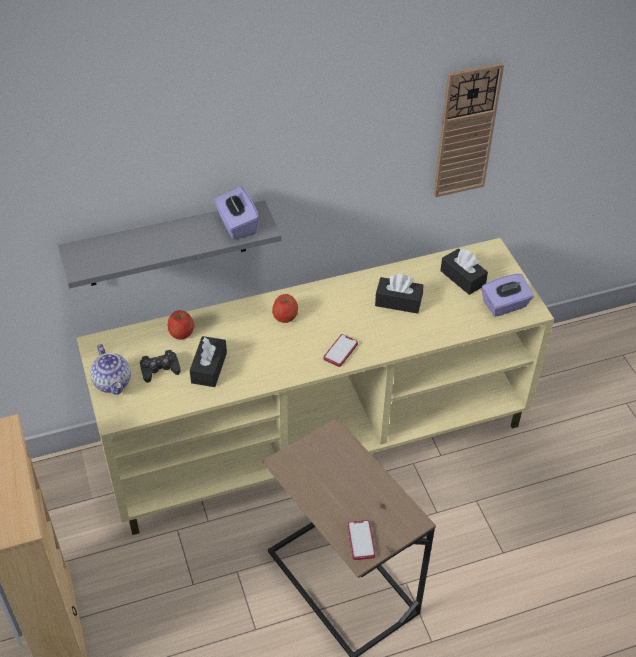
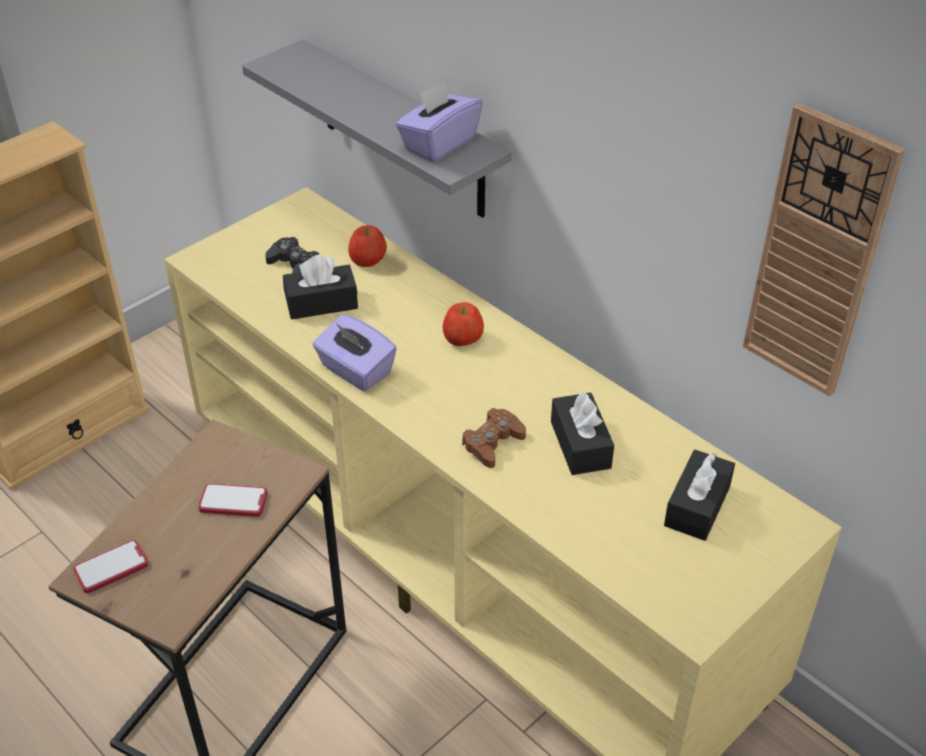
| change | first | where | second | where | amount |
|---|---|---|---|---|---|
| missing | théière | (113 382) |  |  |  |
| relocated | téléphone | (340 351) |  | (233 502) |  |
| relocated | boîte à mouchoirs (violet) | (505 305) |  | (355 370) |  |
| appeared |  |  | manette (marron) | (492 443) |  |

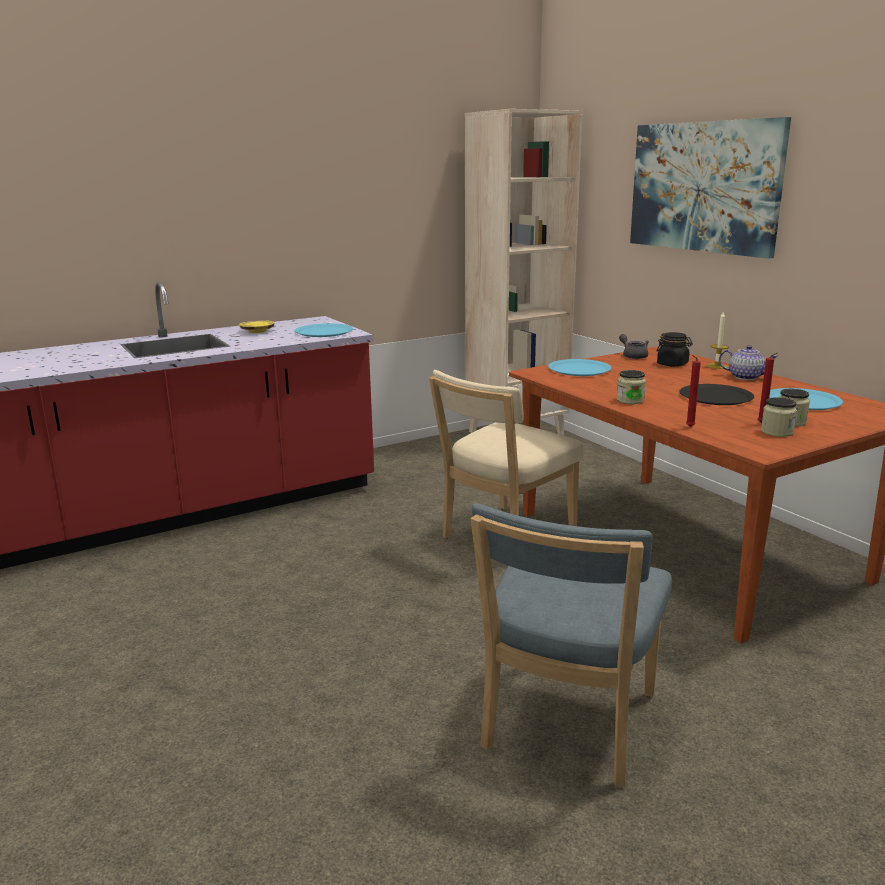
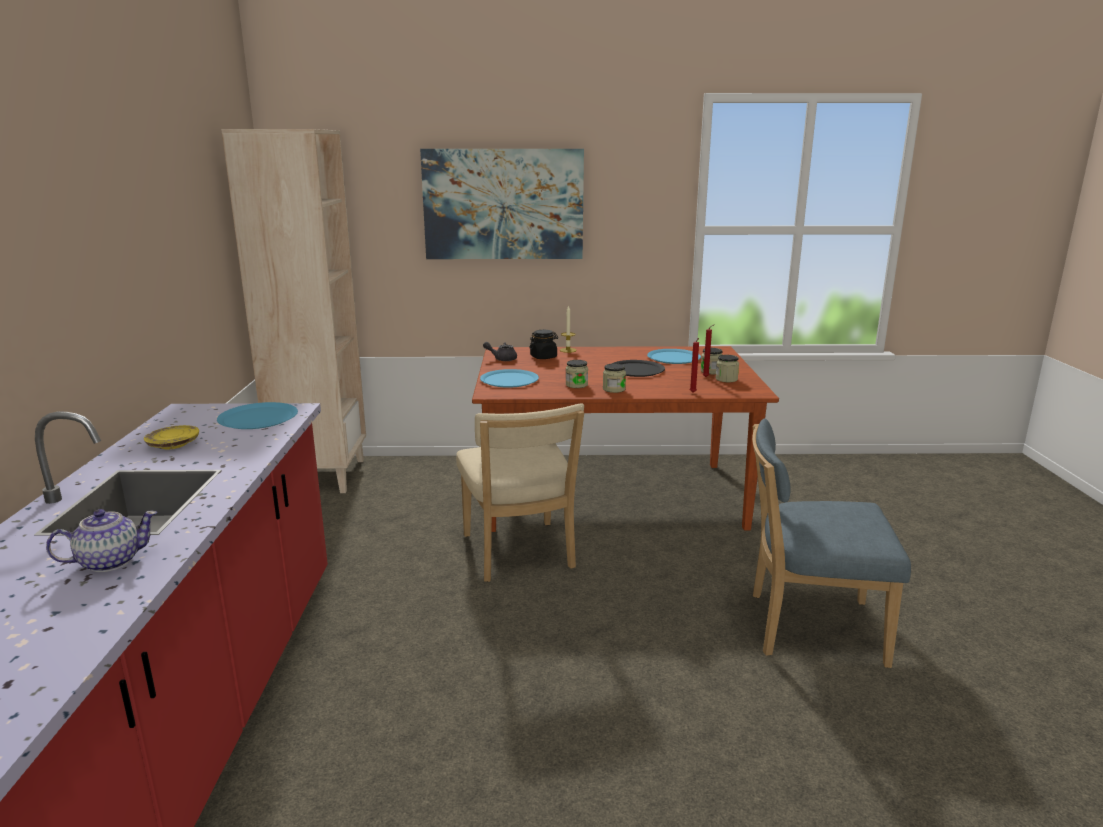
| change | first | where | second | where | amount |
|---|---|---|---|---|---|
| spun | chaise (bleu) | (566 727) |  | (808 627) | 135 degrees clockwise |
| relocated | théière | (745 377) |  | (109 562) |  |
| appeared |  |  | bocal | (576 385) |  |

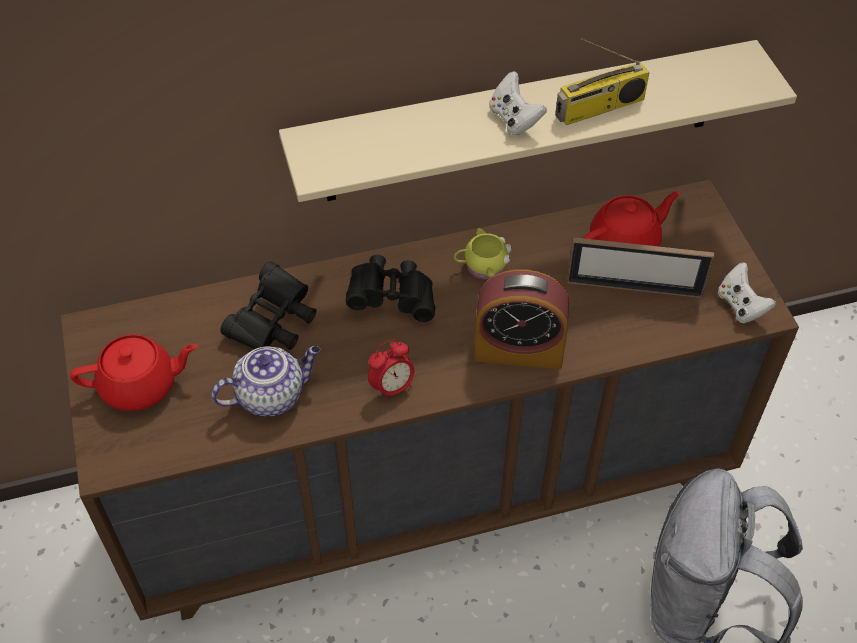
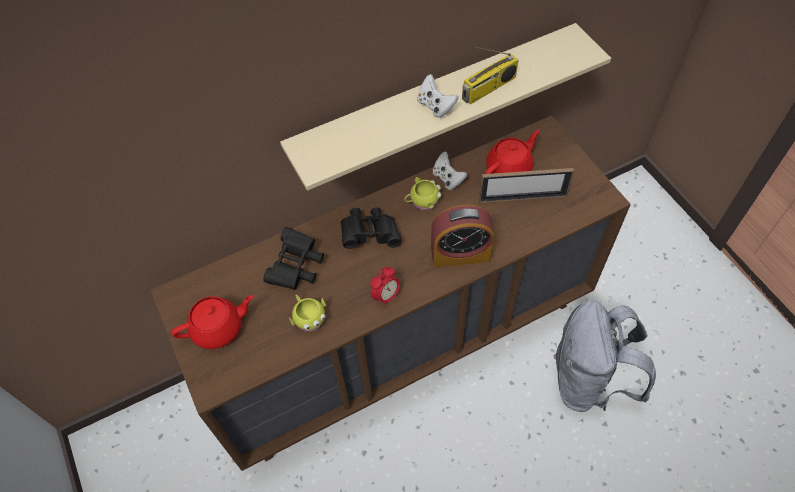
| change | first | where | second | where | amount |
|---|---|---|---|---|---|
| exchanged | théière | (272 395) | mug (jaune) | (308 317) |  |
| relocated | manette (blanc) | (740 305) |  | (448 178) |  |

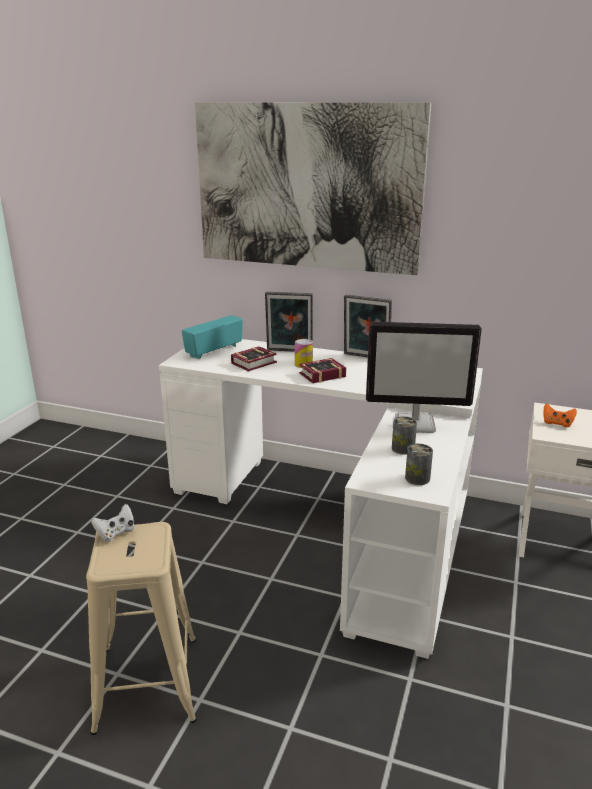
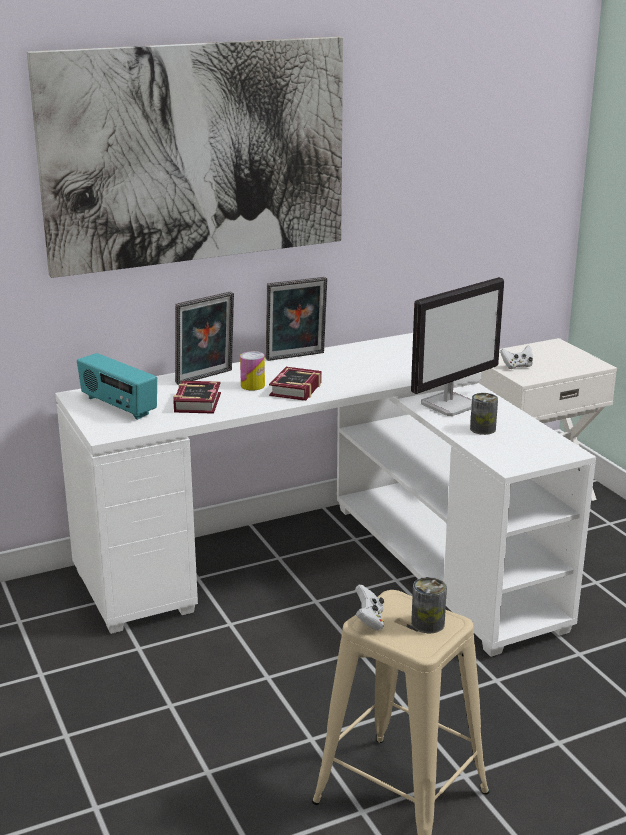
| change | first | where | second | where | amount |
|---|---|---|---|---|---|
| spun | radio | (213 350) |  | (118 406) | 45 degrees counterclockwise |
| relocated | boîte métallique | (417 478) |  | (428 623) |  |
| colour | manette (orange) | (557 423) | manette (blanc) | (517 366) |  |

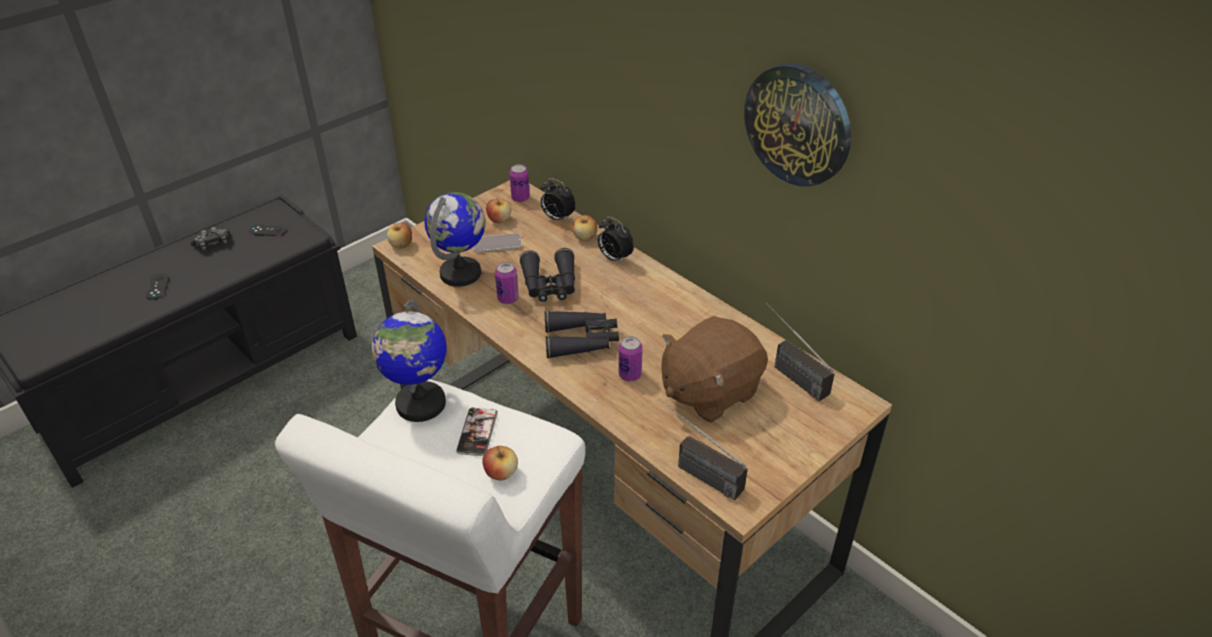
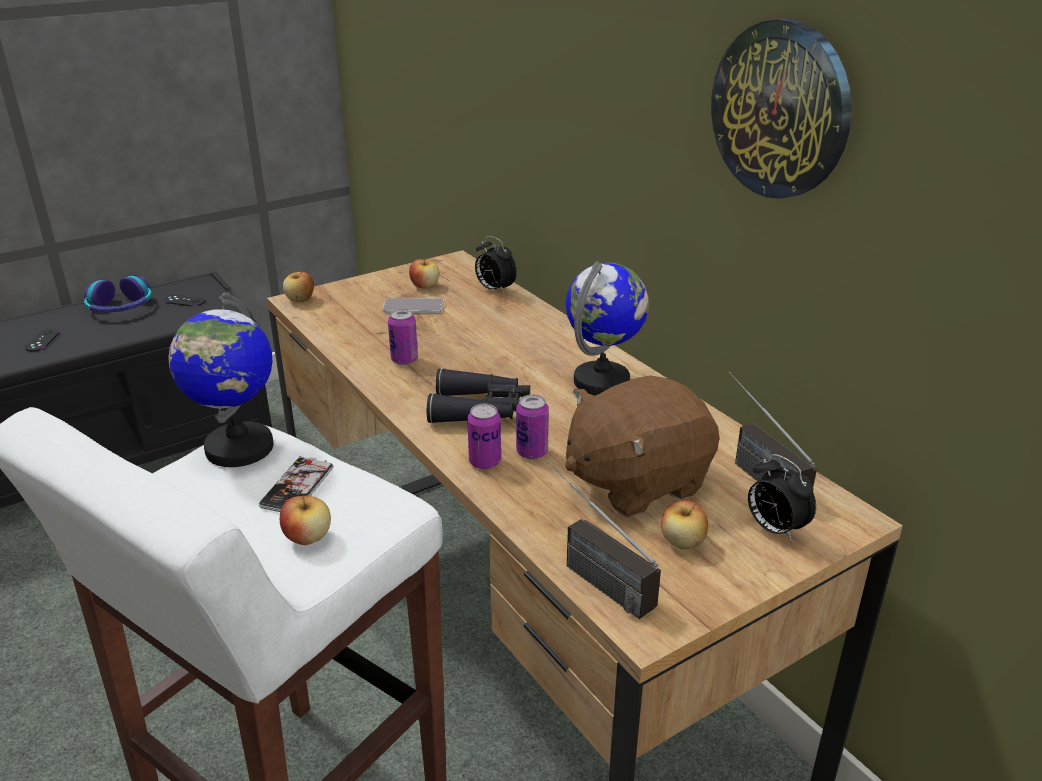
| change | first | where | second | where | amount |
|---|---|---|---|---|---|
| exchanged | manette | (213 244) | casque audio | (120 308) |  |
| relocated | globe | (461 273) |  | (602 381) |  |
| relocated | boîte métallique | (520 198) |  | (485 462) |  |
| missing | jumelles (noir) | (550 285) |  |  |  |
| relocated | pomme | (585 237) |  | (683 542) |  |
| relocated | réveil | (614 258) |  | (774 529) |  |

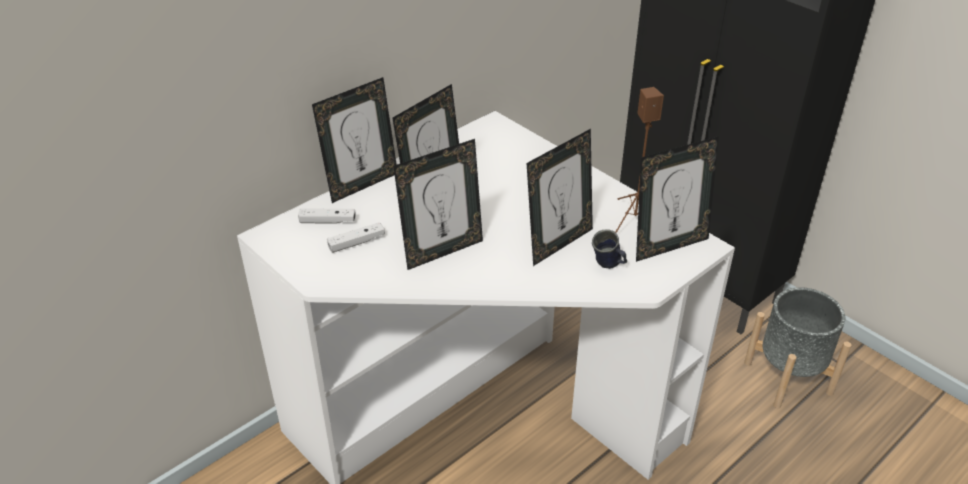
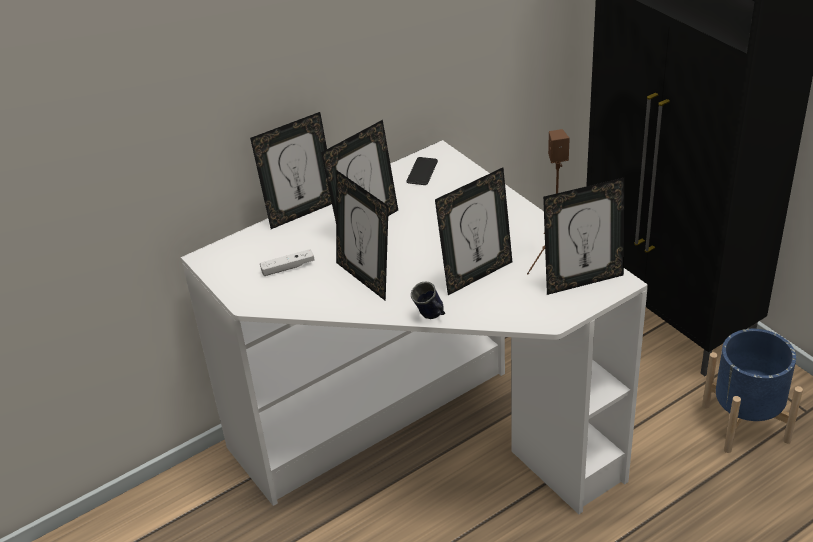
| change | first | where | second | where | amount |
|---|---|---|---|---|---|
| missing | manette (blanc) | (327 221) |  |  |  |
| spun | cadre photo | (442 251) |  | (365 278) | 75 degrees clockwise |
| relocated | mug (bleu) | (609 266) |  | (431 316) |  |
| colour | cache-pot (gris) | (787 377) | cache-pot (bleu) | (745 422) |  |
| appeared |  |  | téléphone | (422 172) |  |

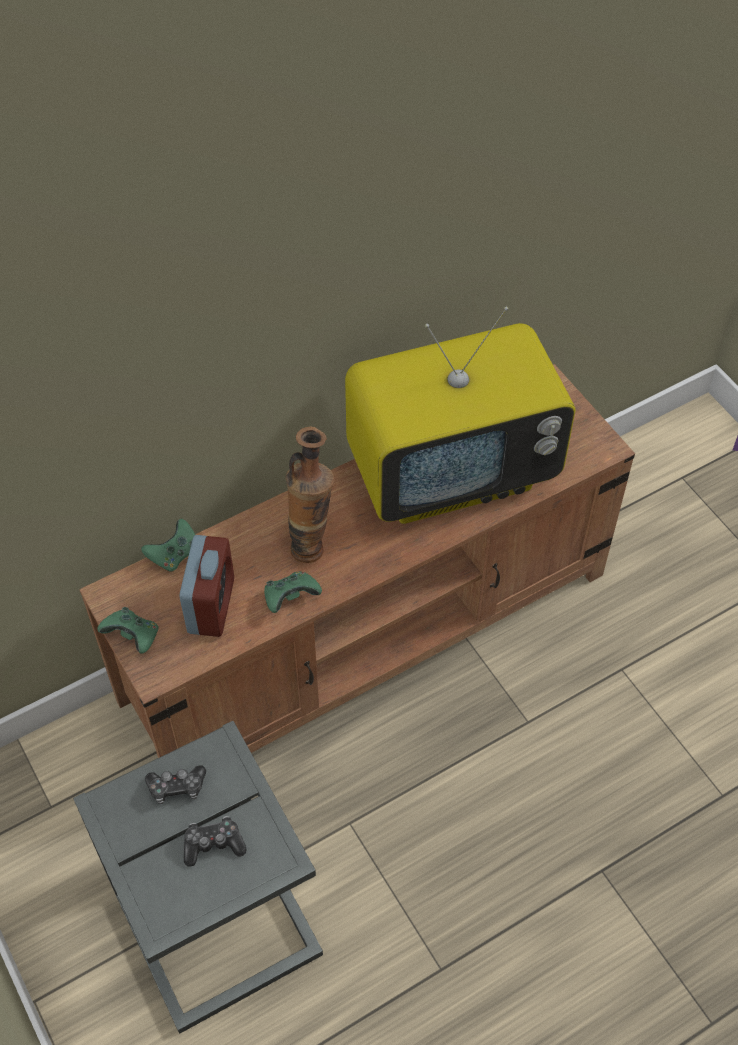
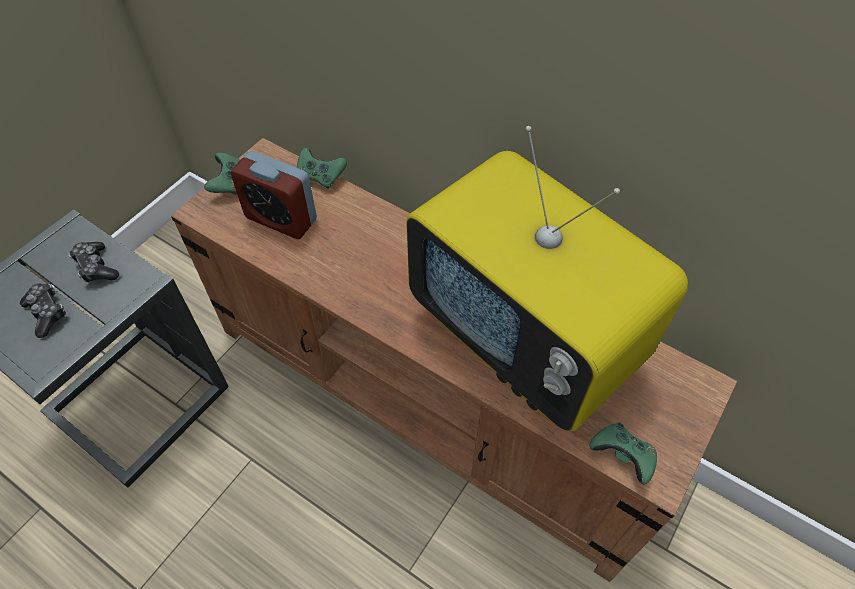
| change | first | where | second | where | amount |
|---|---|---|---|---|---|
| spun | réveil | (211 605) |  | (281 219) | 45 degrees clockwise |
| relocated | manette (vert) | (291 598) |  | (622 457) |  |
| missing | vase | (311 543) |  |  |  |

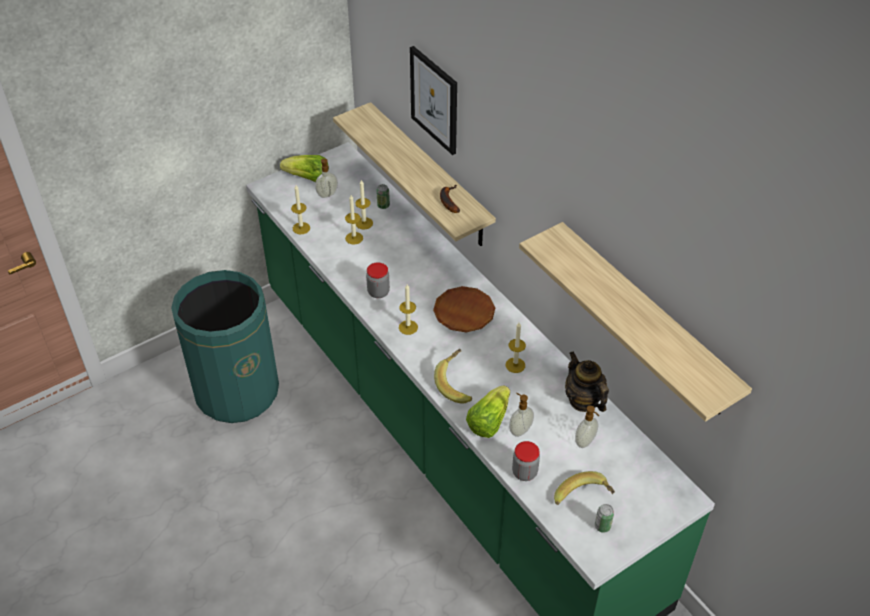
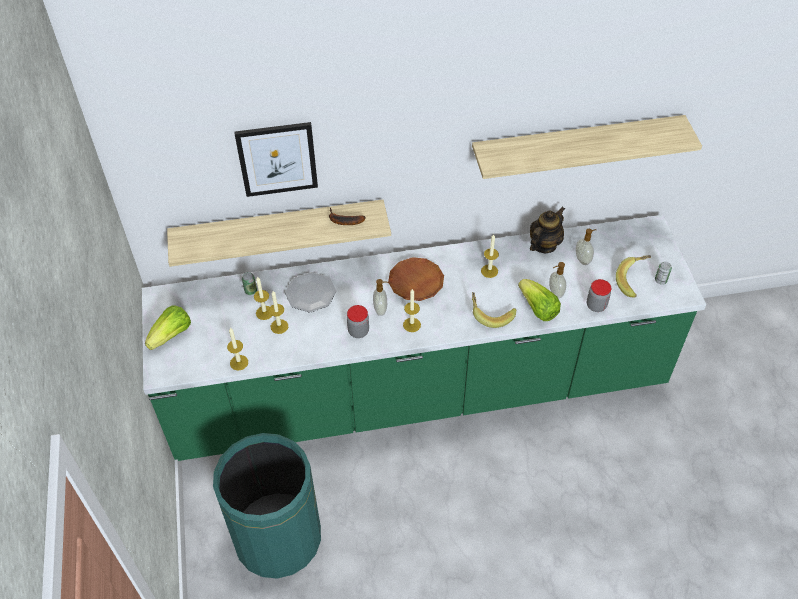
| change | first | where | second | where | amount |
|---|---|---|---|---|---|
| relocated | distributeur de savon | (327 195) |  | (381 309) |  |
| spun | théière | (583 400) |  | (544 245) | 135 degrees clockwise |
| appeared |  |  | assiette | (310 293) |  |

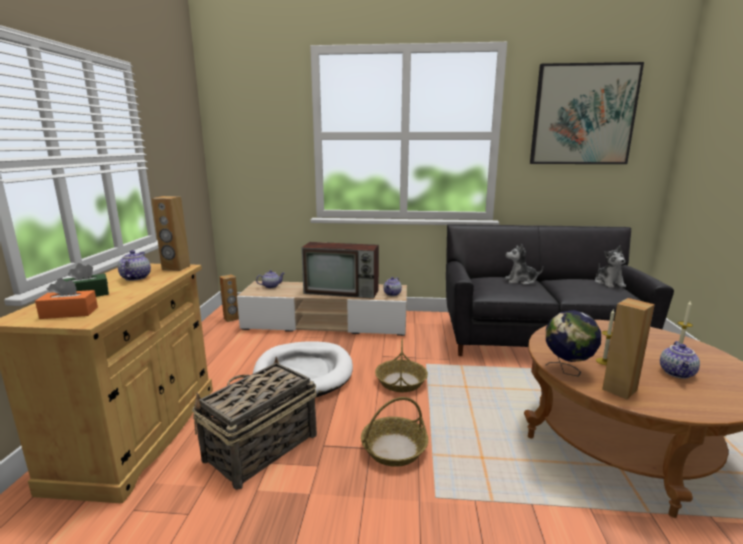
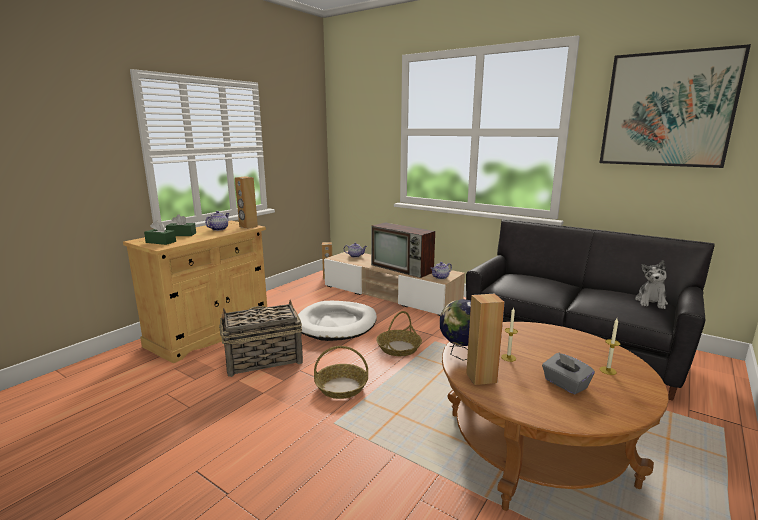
| change | first | where | second | where | amount |
|---|---|---|---|---|---|
| colour | boîte à mouchoirs (orange) | (69 313) | boîte à mouchoirs (vert) | (161 242) |  |
| missing | peluche | (521 281) |  |  |  |
| exchanged | théière | (678 373) | boîte à mouchoirs (gris) | (565 384) |  |

